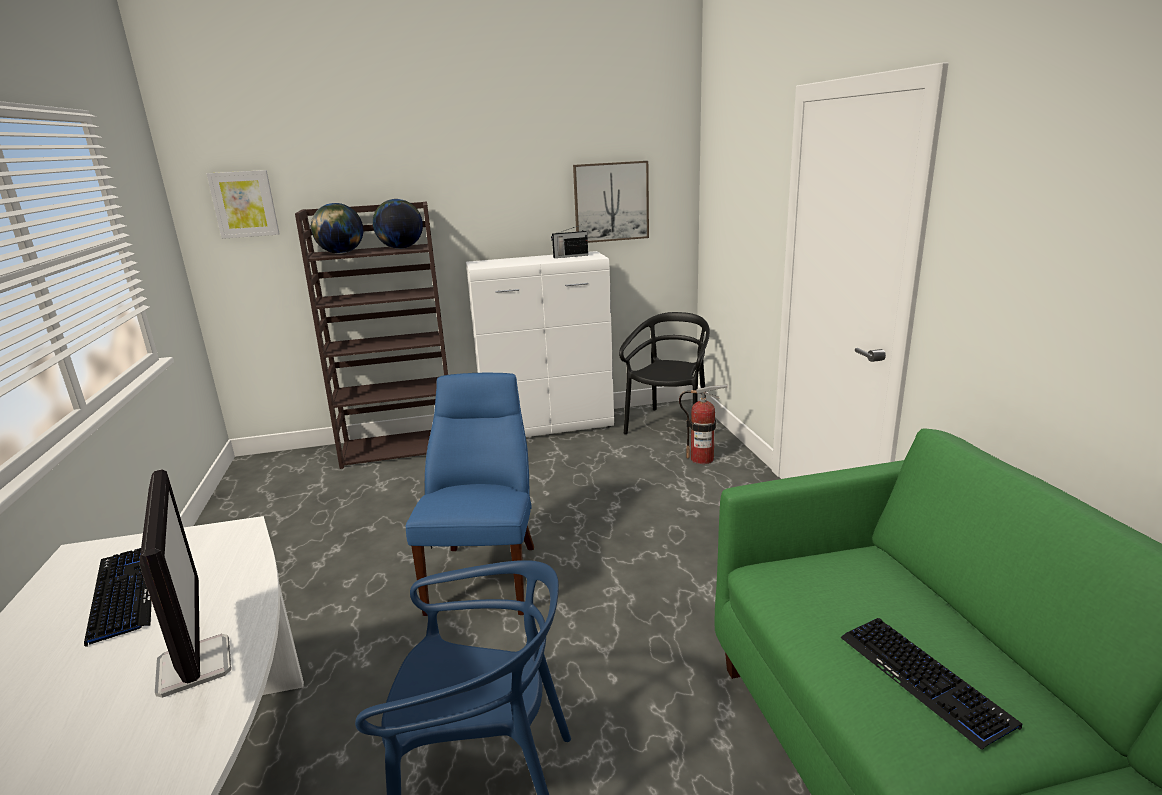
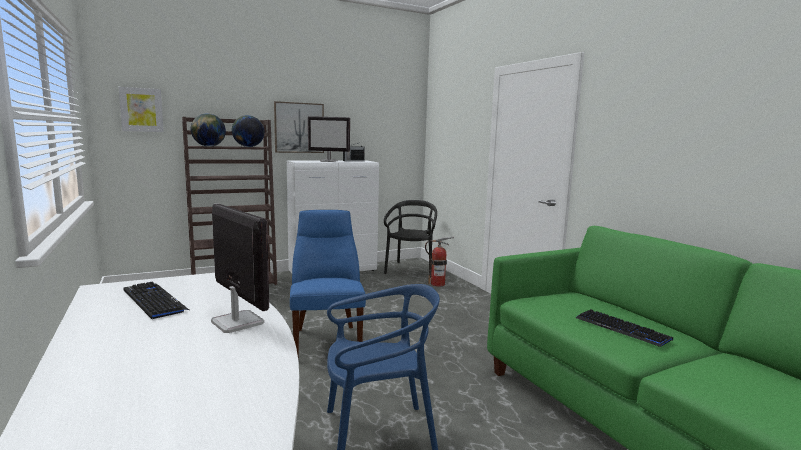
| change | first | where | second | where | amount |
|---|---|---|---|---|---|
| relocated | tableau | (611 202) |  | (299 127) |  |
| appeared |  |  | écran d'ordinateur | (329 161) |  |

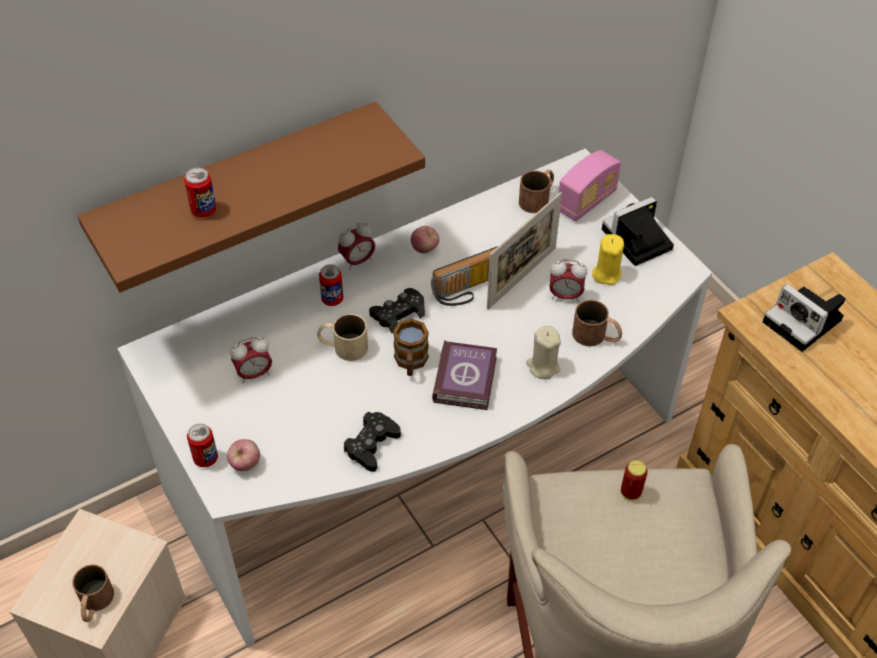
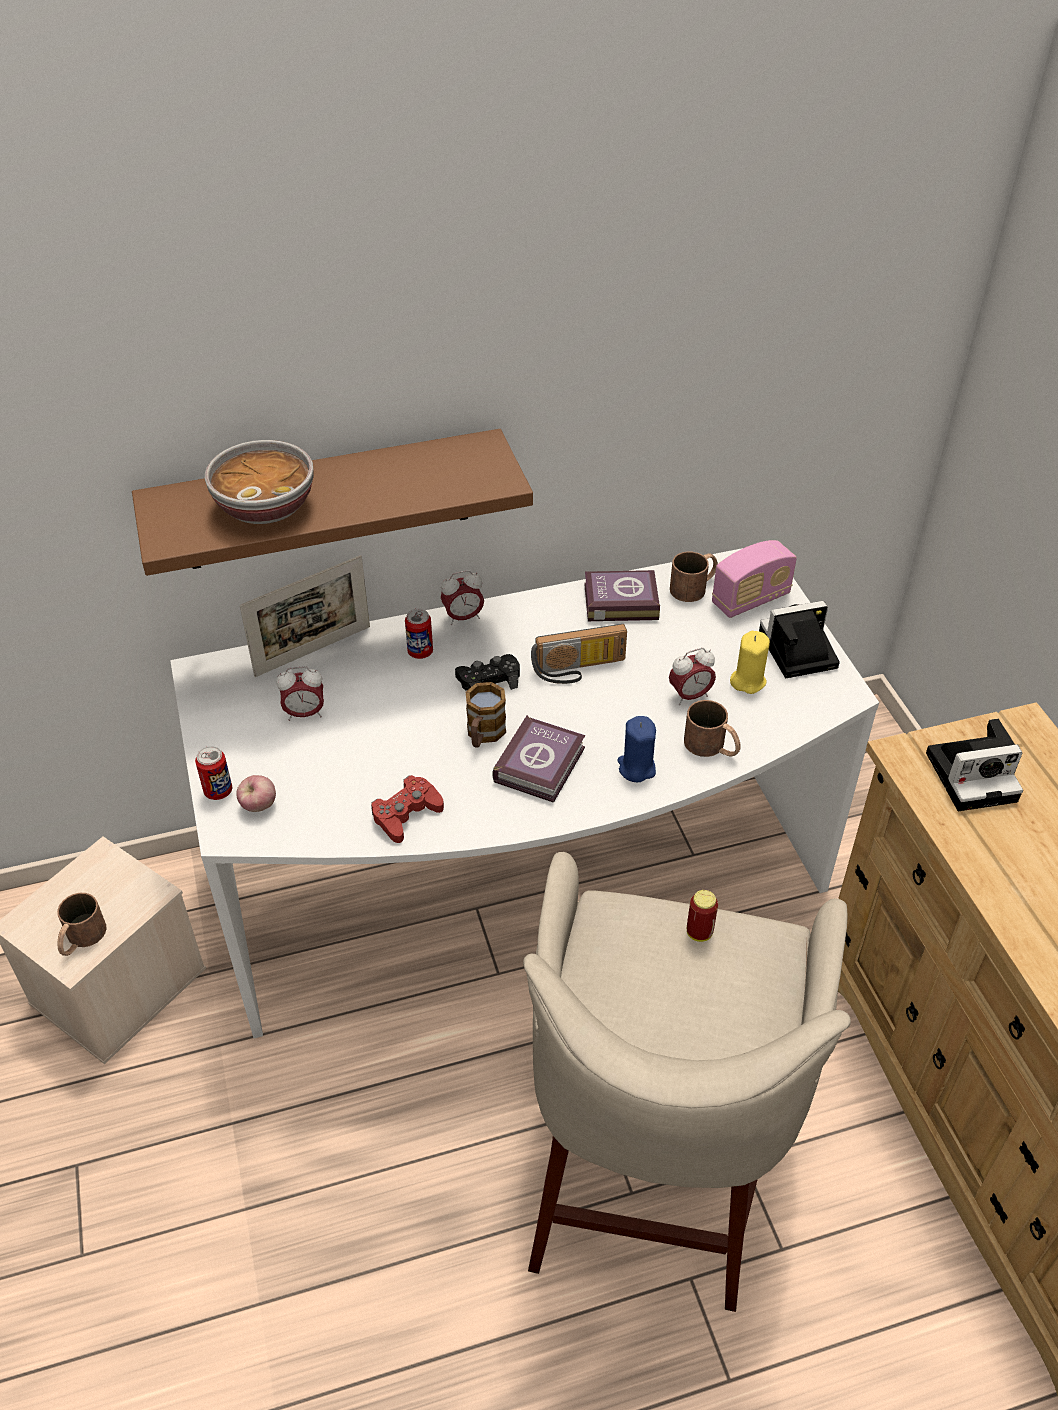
| change | first | where | second | where | amount |
|---|---|---|---|---|---|
| exchanged | boîte métallique | (204 210) | bol | (265 507) |  |
| missing | mug (beige) | (342 346) |  |  |  |
| colour | manette (noir) | (371 445) | manette (rouge) | (406 814) |  |
| missing | pomme | (425 249) |  |  |  |
| relocated | cadre photo | (521 278) |  | (313 651) |  |
| colour | bougie (beige) | (543 366) | bougie (bleu) | (636 768) |  |
| spun | réveil | (565 296) |  | (690 696) | 45 degrees counterclockwise |
| spun | appareil photo | (805 322) |  | (974 775) | 75 degrees counterclockwise |
| appeared |  |  | livre | (618 601) |  |

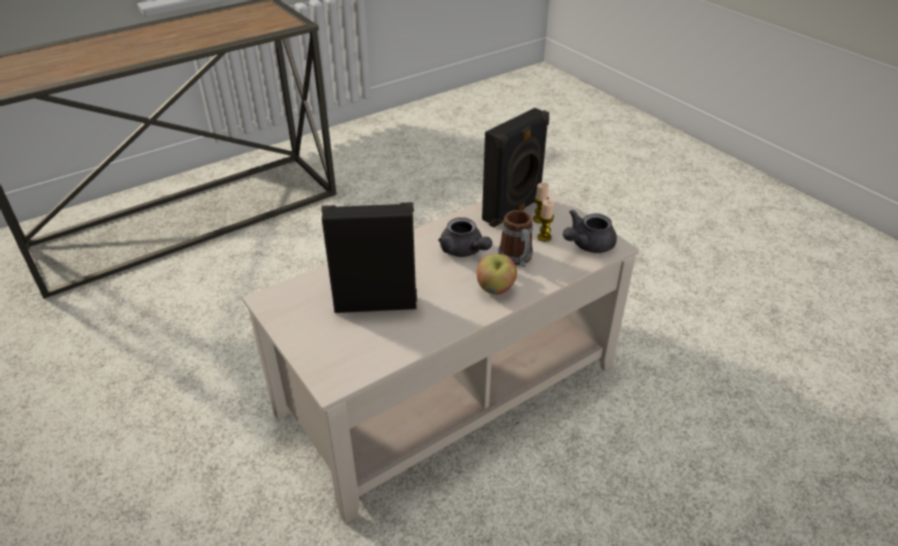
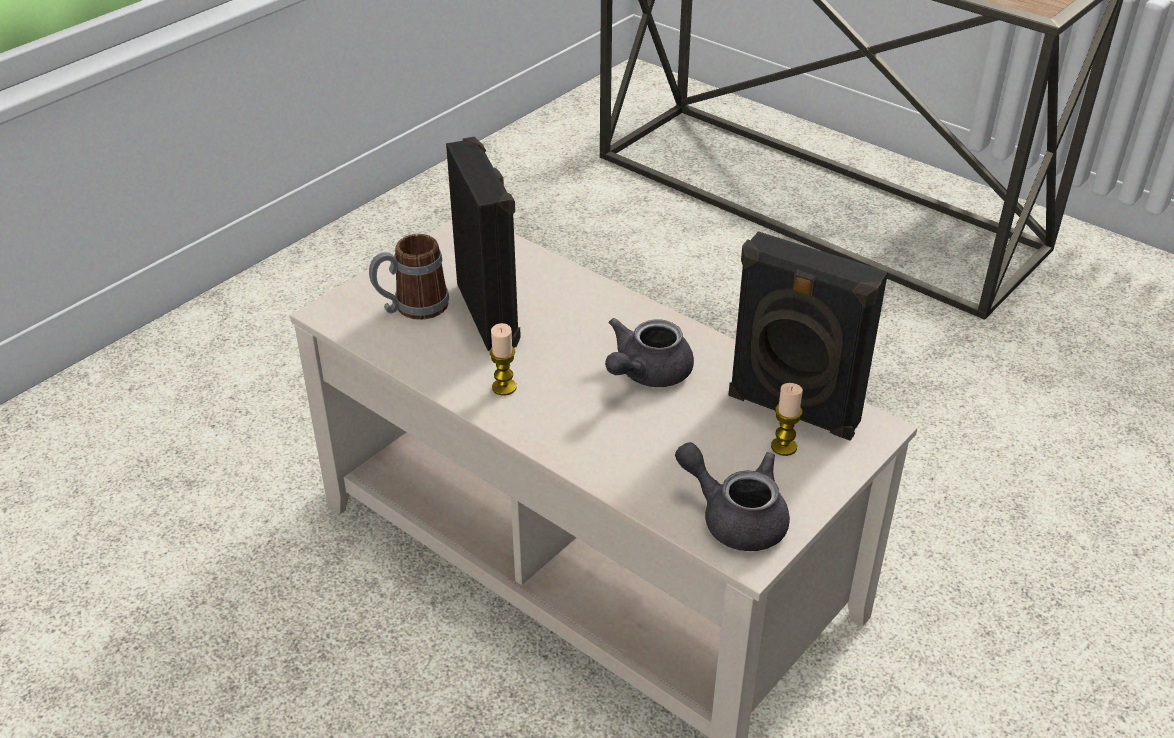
| change | first | where | second | where | amount |
|---|---|---|---|---|---|
| missing | pomme | (495 289) |  |  |  |
| relocated | mug | (517 259) |  | (412 308) |  |
| relocated | bougie | (544 237) |  | (504 387) |  |

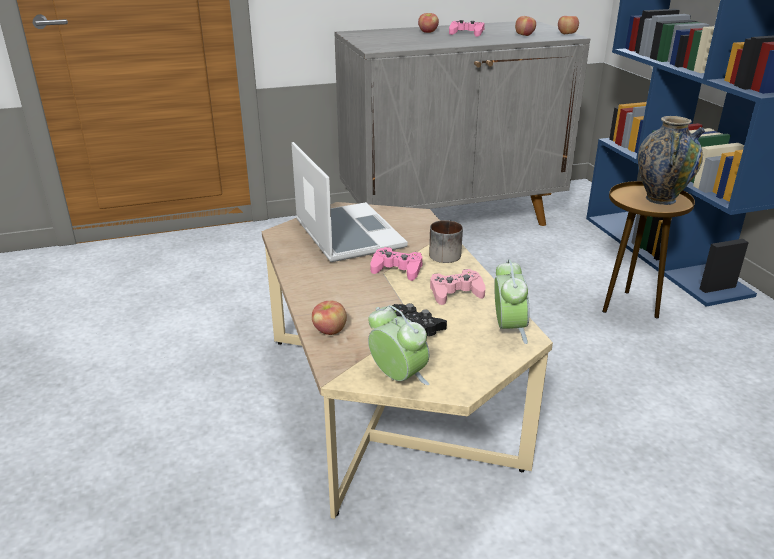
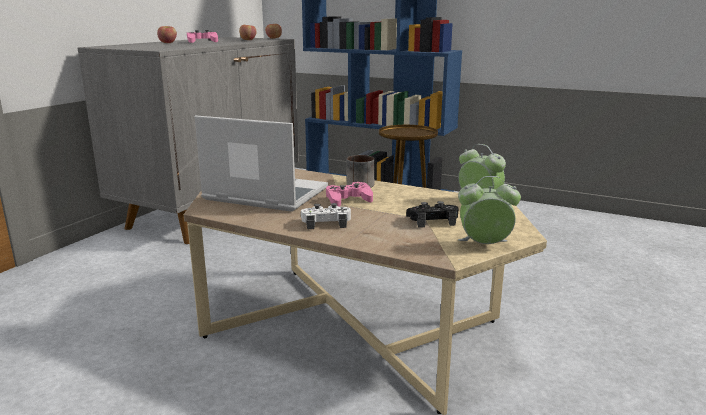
| change | first | where | second | where | amount |
|---|---|---|---|---|---|
| missing | pomme | (329 331) |  |  |  |
| missing | manette (rose) | (456 293) |  |  |  |
| missing | vase | (660 199) |  |  |  |
| appeared |  |  | manette (blanc) | (326 223) |  |

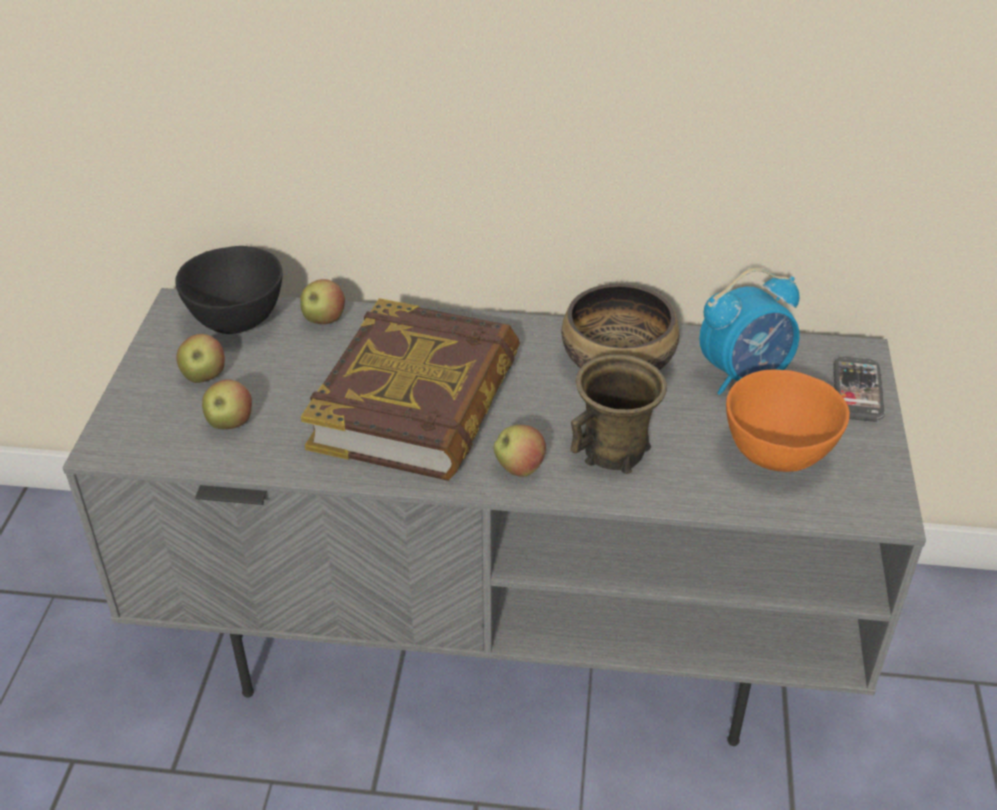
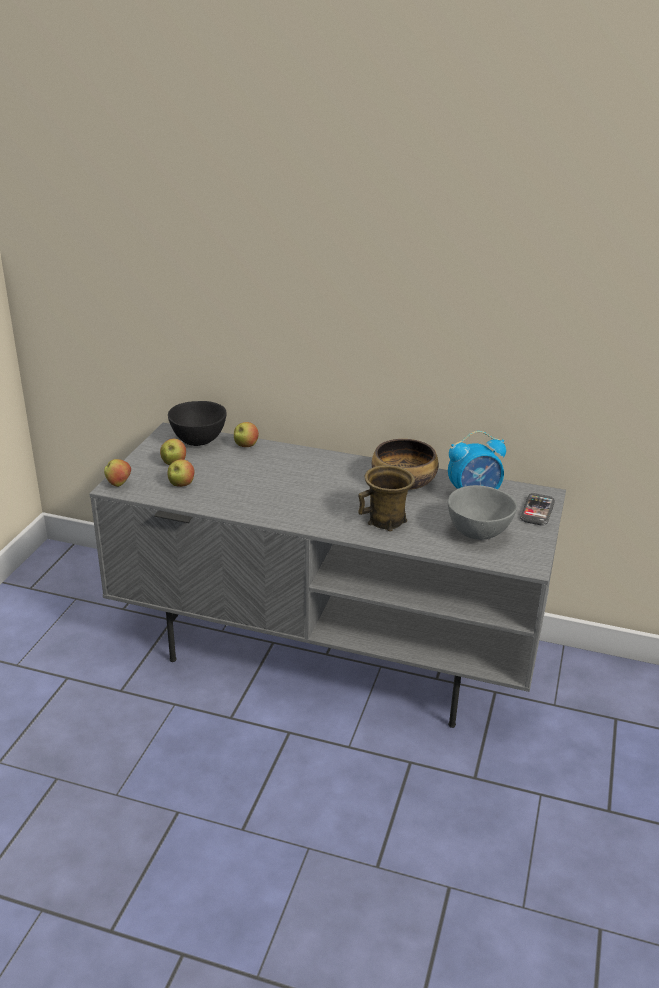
| change | first | where | second | where | amount |
|---|---|---|---|---|---|
| missing | livre | (417 402) |  |  |  |
| relocated | pomme | (519 468) |  | (119 484) |  |
| colour | bol (orange) | (779 454) | bol (gris) | (479 533) |  |

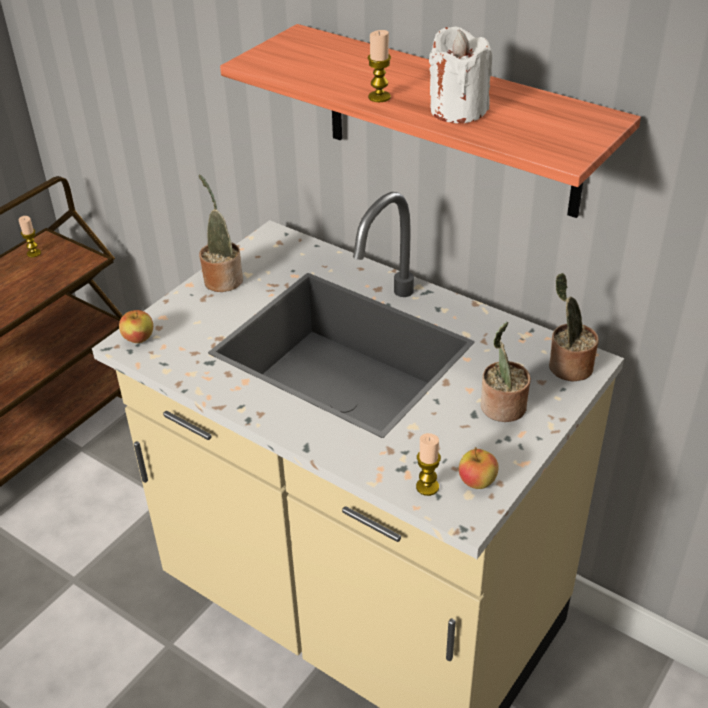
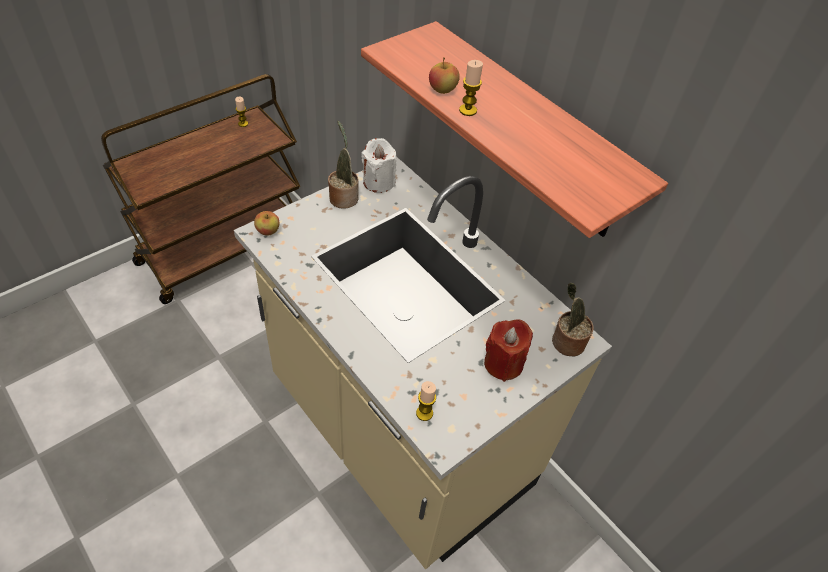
| change | first | where | second | where | amount |
|---|---|---|---|---|---|
| relocated | bougie (blanc) | (458 110) |  | (378 182) |  |
| relocated | pomme | (477 482) |  | (442 90) |  |
| exchanged | plante en pot | (502 408) | bougie (rouge) | (503 363) |  |

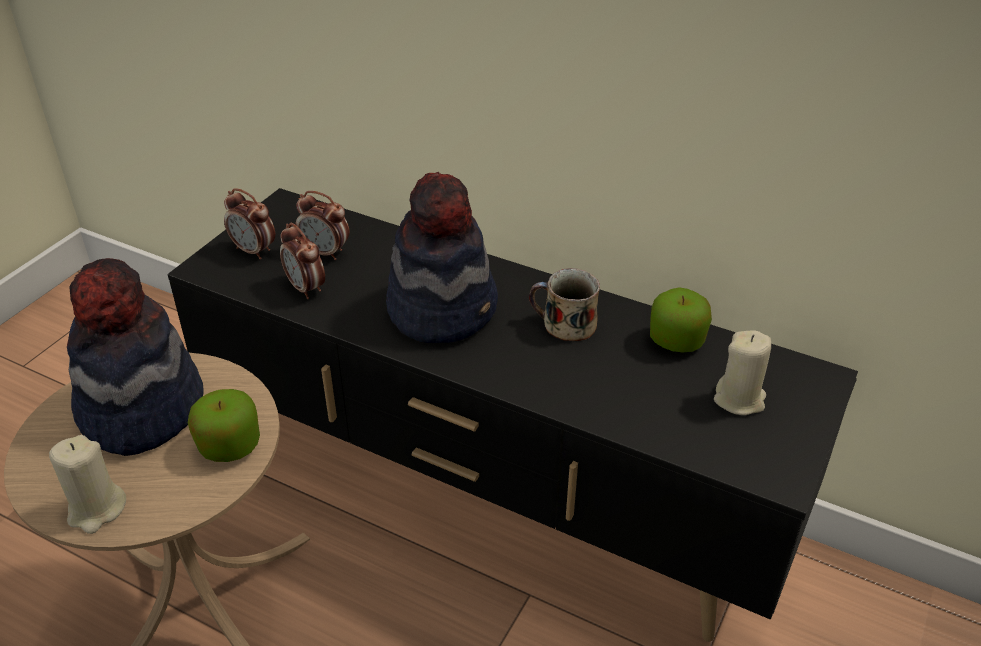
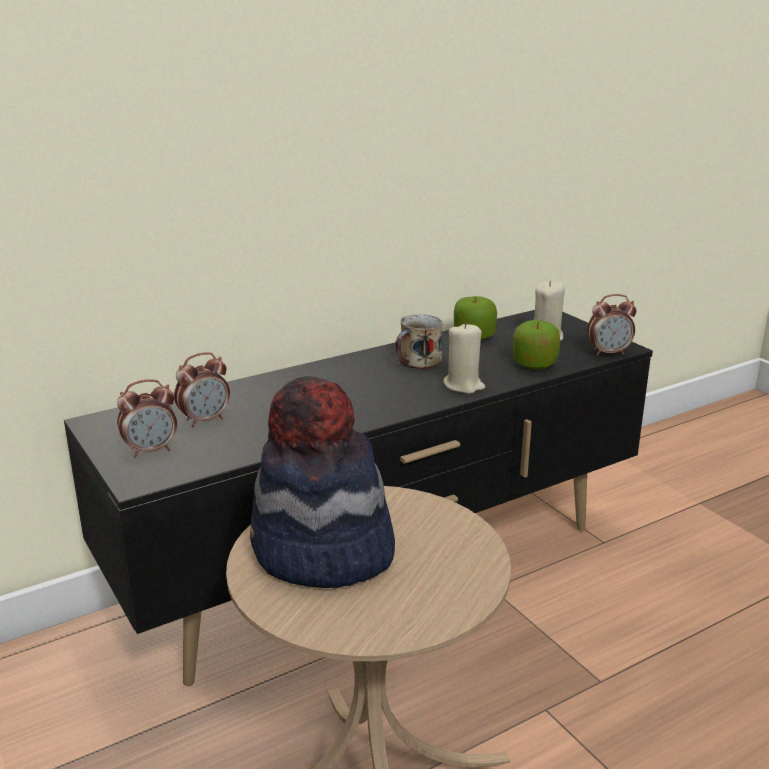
| change | first | where | second | where | amount |
|---|---|---|---|---|---|
| relocated | bougie (beige) | (96 510) |  | (463 385) |  |
| relocated | pomme | (229 446) |  | (534 364) |  |
| relocated | réveil | (306 288) |  | (608 353) |  |
| missing | chapeau | (443 308) |  |  |  |

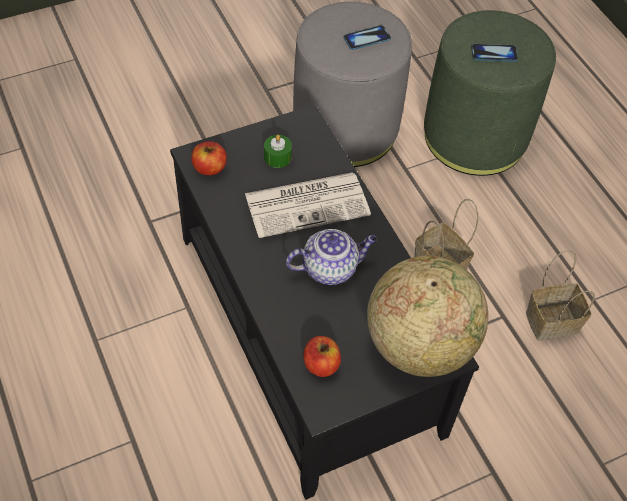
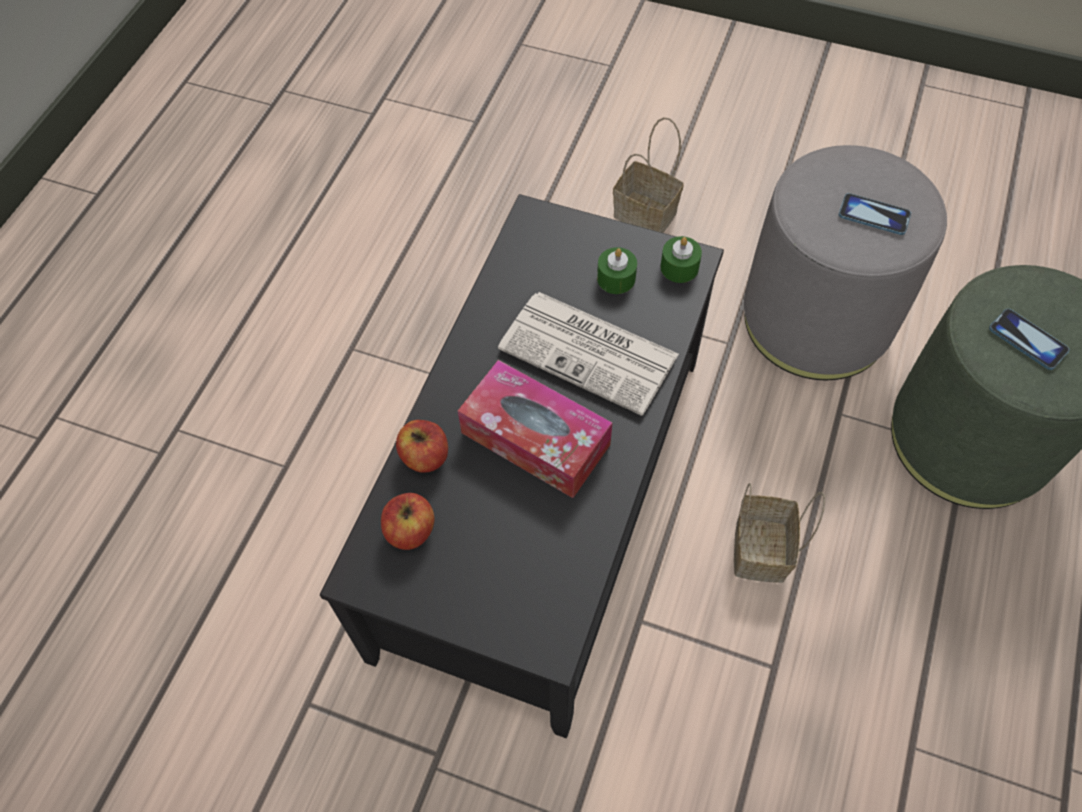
| change | first | where | second | where | amount |
|---|---|---|---|---|---|
| relocated | pomme | (209 168) |  | (425 456) |  |
| exchanged | théière | (330 268) | boîte à mouchoirs | (535 439) |  |
| missing | globe | (419 344) |  |  |  |
| relocated | panier | (553 320) |  | (647 214) |  |
| appeared |  |  | bougie (vert) | (679 267) |  |

